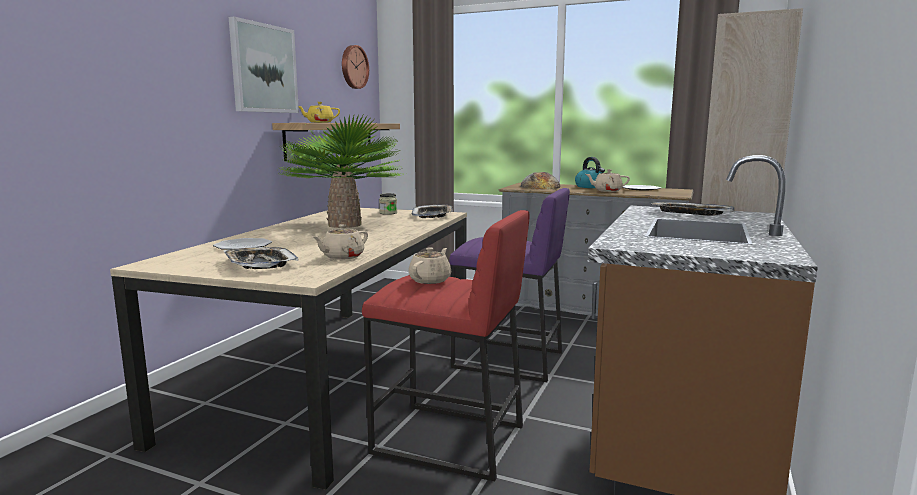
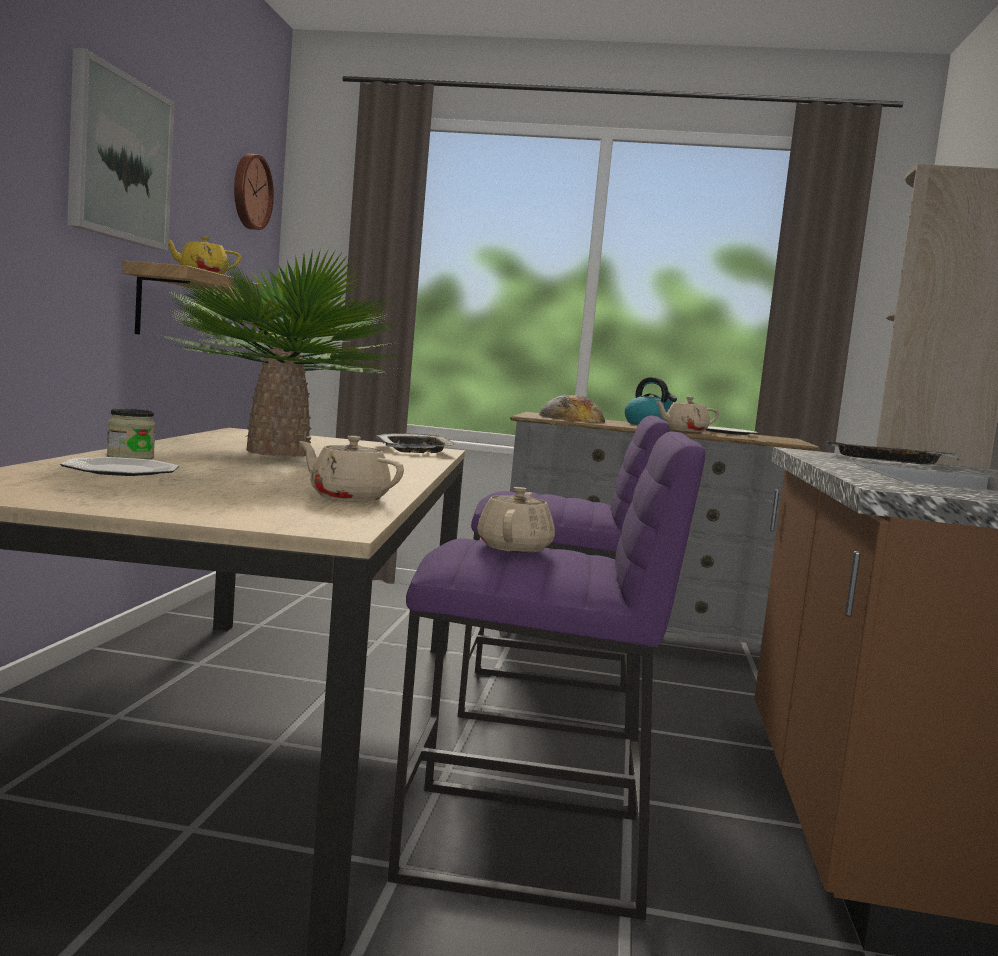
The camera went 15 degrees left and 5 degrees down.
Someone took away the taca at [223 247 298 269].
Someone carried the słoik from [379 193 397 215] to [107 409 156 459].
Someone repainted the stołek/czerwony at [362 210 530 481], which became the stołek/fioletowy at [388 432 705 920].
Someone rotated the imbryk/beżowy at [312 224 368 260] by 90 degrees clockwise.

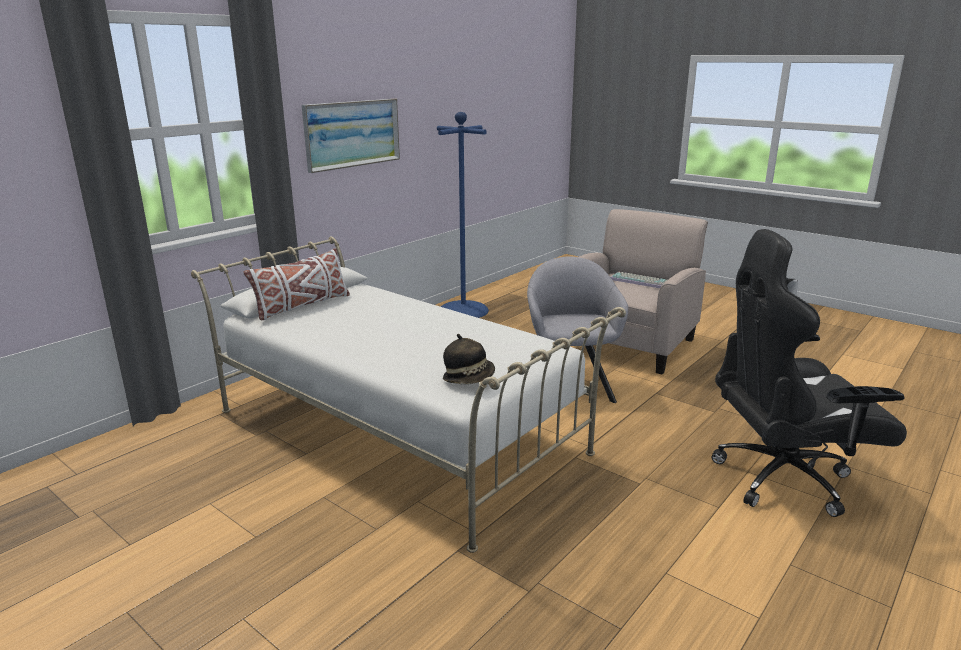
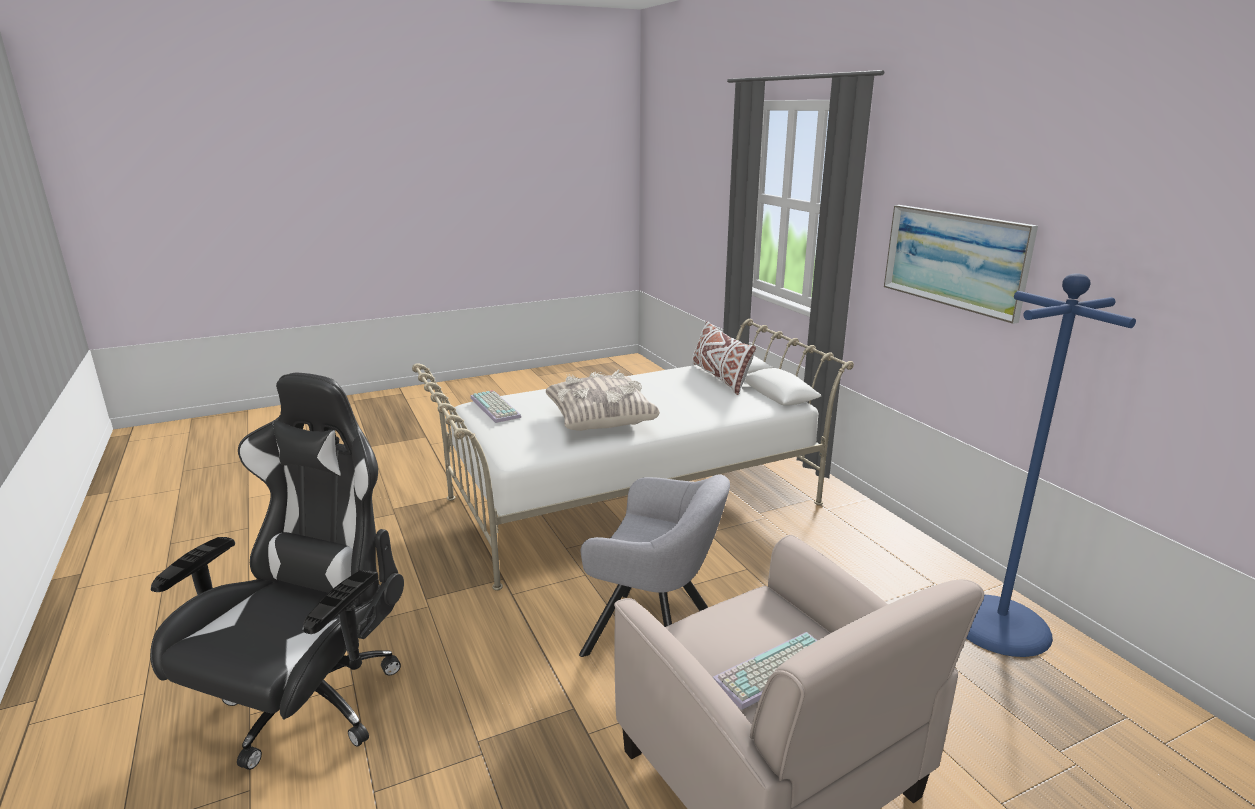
The camera went 115 degrees right and 0 degrees up.
Someone put down the poduszka/beżowy at [546 370 660 431].
Someone swapped the kapelusz at [443 334 495 385] for the klawiatura at [470 390 521 423].

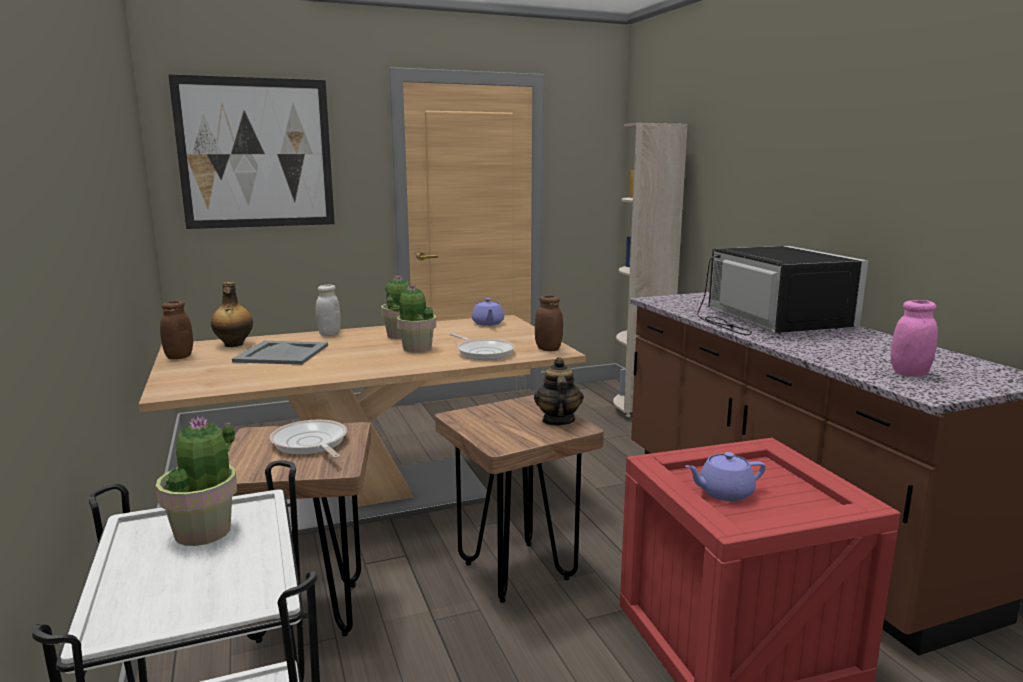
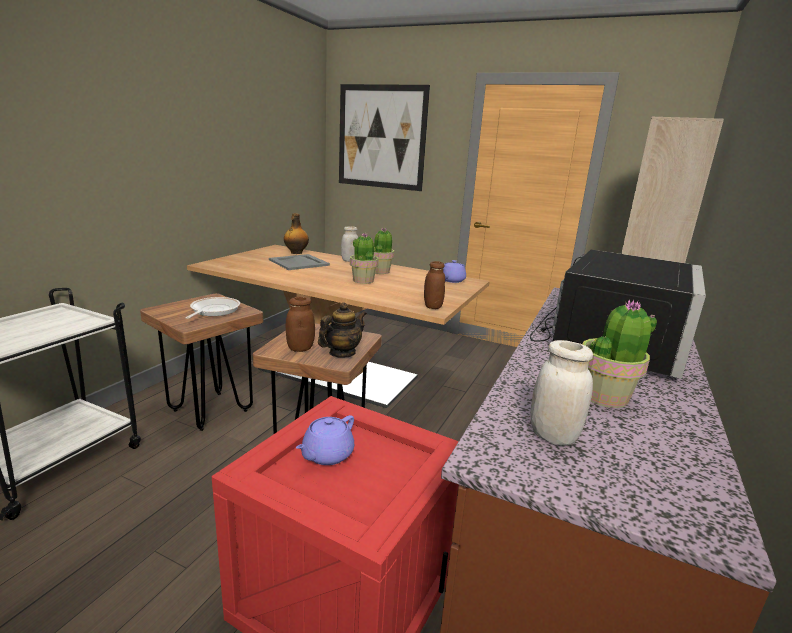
The camera went 45 degrees right and 5 degrees up.
Someone took away the patelnia at [449 333 515 360].
Someone carried the roślina doniczkowa from [156 416 237 546] to [582 299 657 408].
Someone carried the słoik/brązowy from [160 301 193 359] to [286 297 315 352].
Someone repainted the słoik/różowy at [891 300 938 377], which became the słoik/biały at [530 340 593 446].
Someone rotated the imbryk/fioletowy at [685 452 766 501] by 90 degrees counterclockwise.

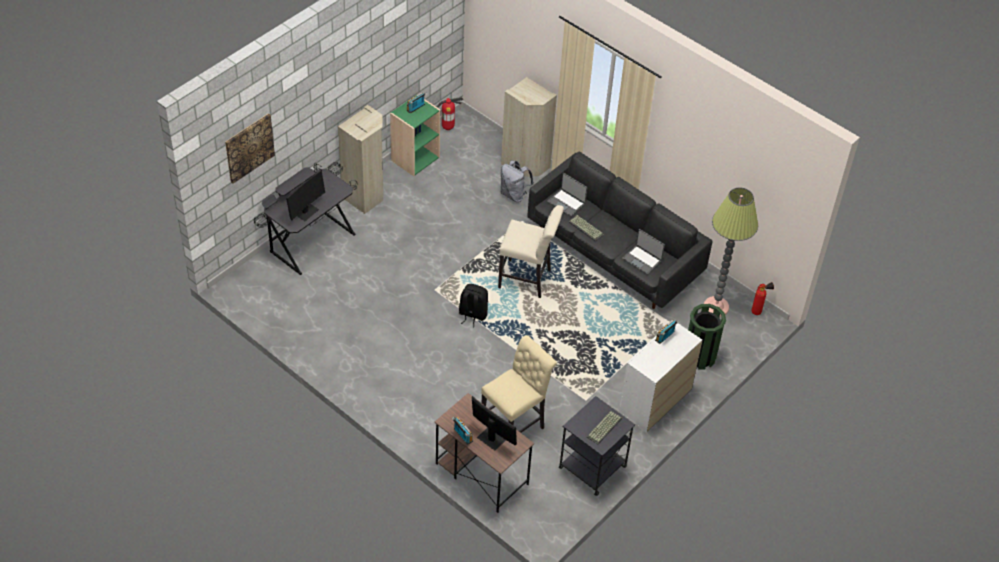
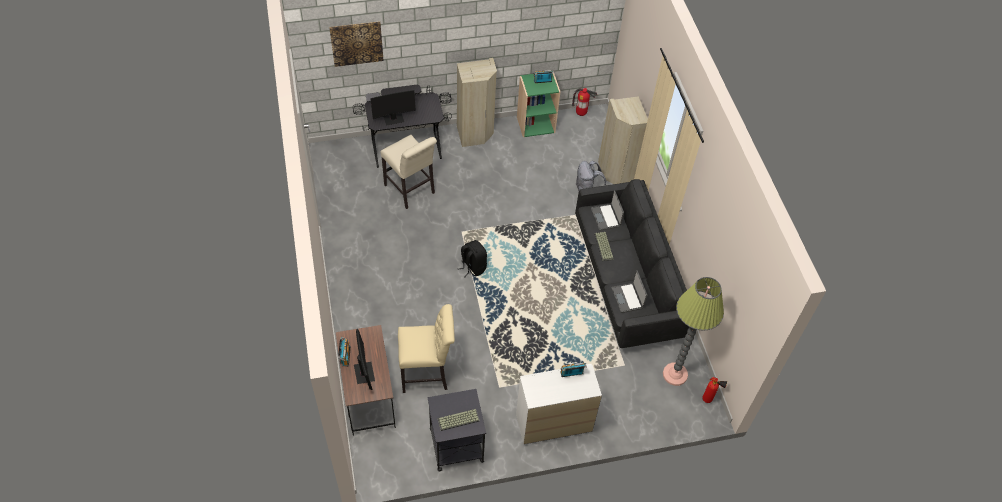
The camera went 35 degrees right and 5 degrees up.
Someone took away the kosz na śmieci/zielony at [688 304 726 370].
Someone carried the stołek/beżowy from [498 205 564 298] to [381 135 437 209].

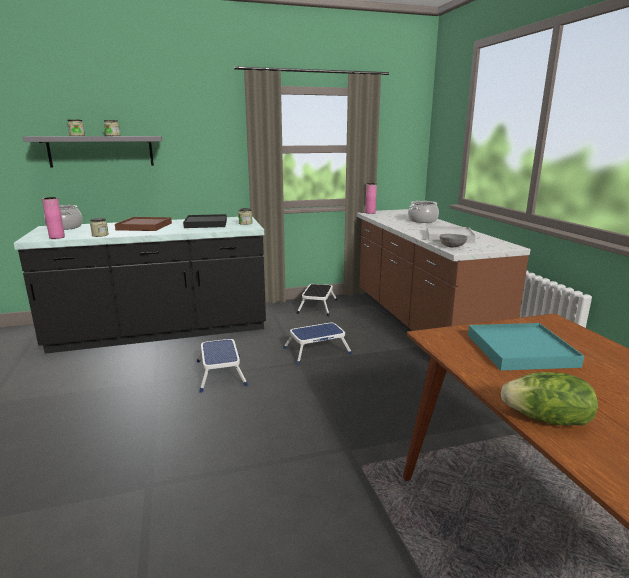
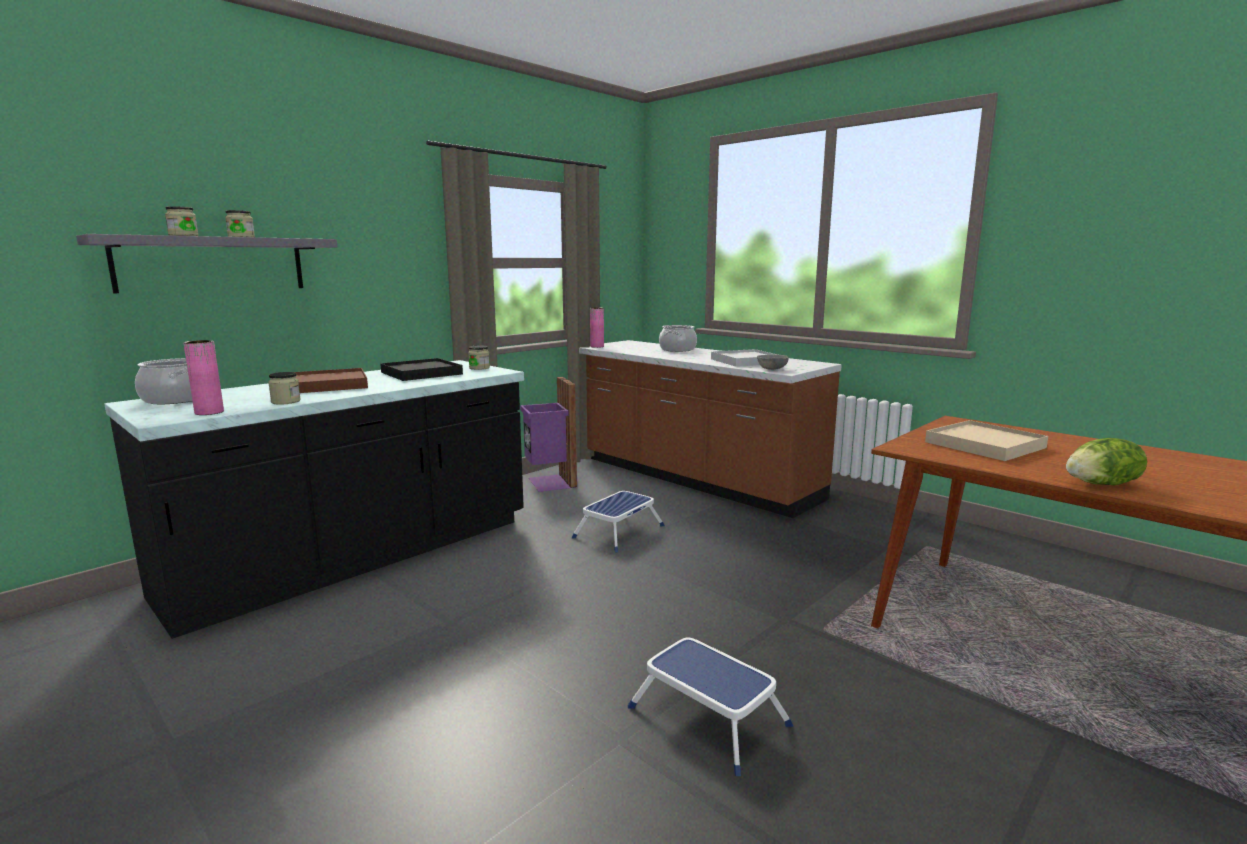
The camera went 30 degrees left and 5 degrees down.
Someone carried the drabinka/niebieski from [197 339 248 393] to [628 637 793 776].
Someone swapped the drabinka/czarny at [296 284 337 317] for the kosz na śmieci/fioletowy at [520 377 577 492].
Someone repainted the taca/turkusowy at [468 323 584 370], which became the taca/beżowy at [925 420 1048 461].

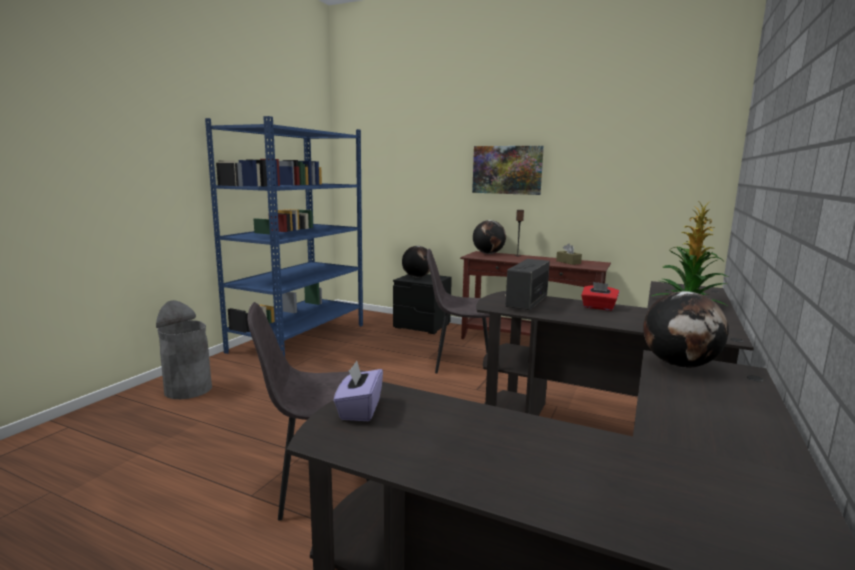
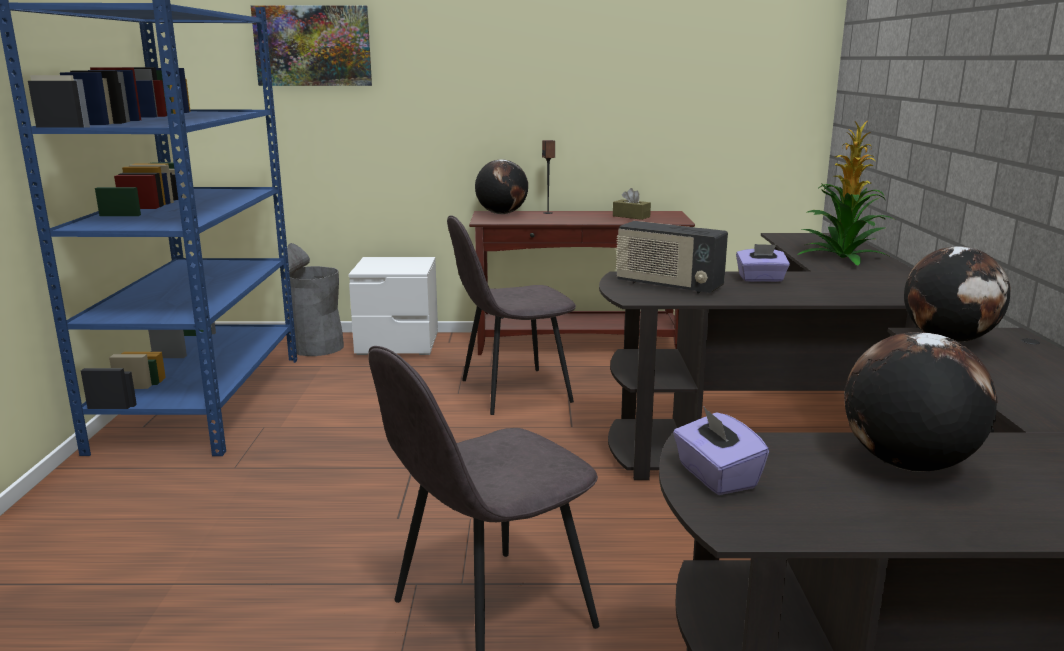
The camera went 25 degrees left and 5 degrees up.
Someone carried the kosz na śmieci/szary from [156 300 212 399] to [284 243 344 356].
Someone carried the globus from [402 246 430 277] to [844 332 998 472].
Someone carried the obraz from [472 146 544 195] to [251 6 372 86].
Someone repainted the szafka nocna/czarny at [393 274 452 334], which became the szafka nocna/biały at [348 257 438 355].
Someone repainted the pudełko chusteczek/czerwony at [581 282 619 311], which became the pudełko chusteczek/fioletowy at [736 244 790 282].
Someone rotated the radio at [505 259 550 310] by 60 degrees counterclockwise.

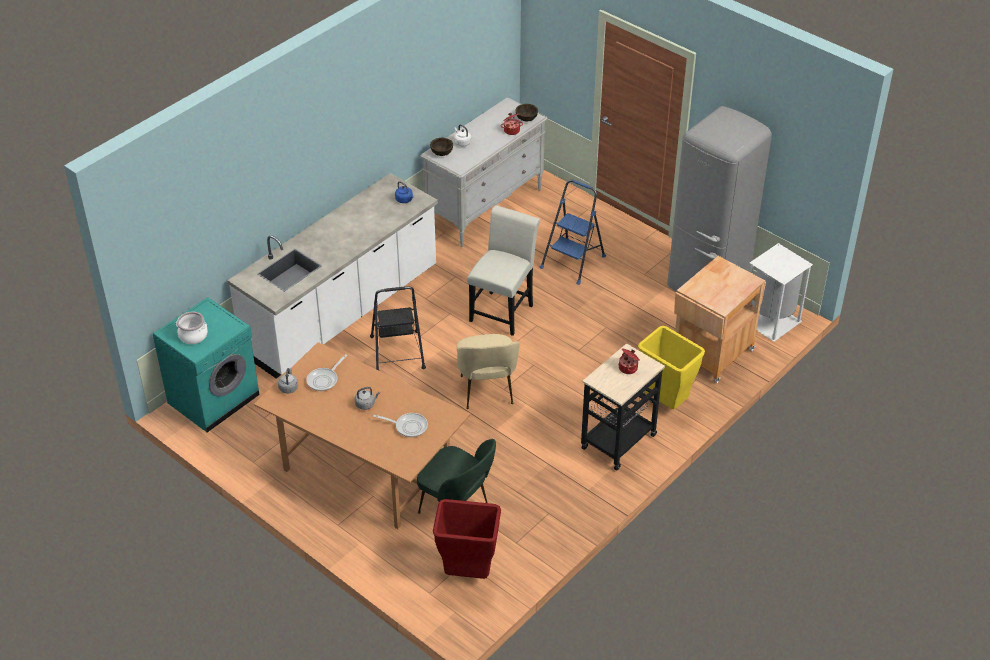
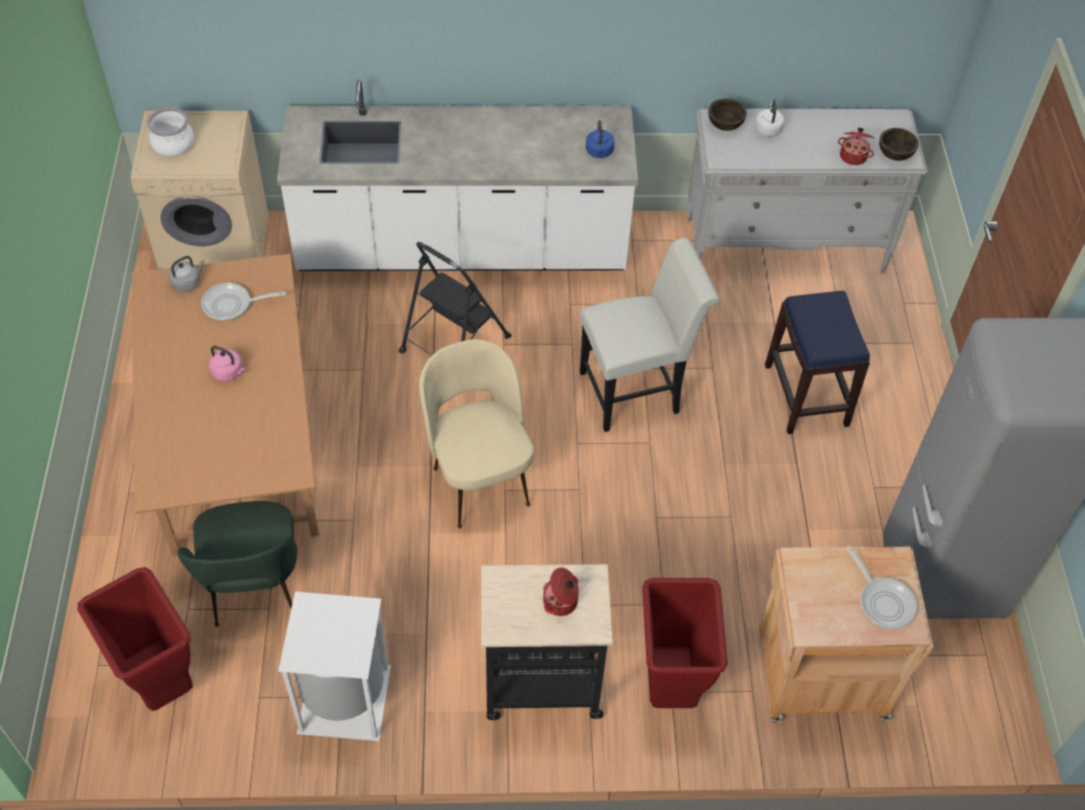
The camera went 45 degrees right and 10 degrees up.
Someone carried the patelnia from [373 413 428 437] to [846 546 917 629].
Someone carried the kosz na śmieci/biały from [746 243 813 342] to [278 592 391 741].
Someone swapped the drabinka/niebieski at [539 180 606 285] for the stołek at [765 291 870 434].
Someone repainted the pralka/turkusowy at [153 297 259 432], which became the pralka/beżowy at [130 111 268 269].
Someone repainted the czajnik/szary at [355 387 380 410], which became the czajnik/różowy at [209 346 246 381].
Someone repainted the kosz na śmieci/żółty at [638 326 705 409], which became the kosz na śmieci/czerwony at [642 578 728 708].
Someone rotated the krzesło/beżowy at [457 334 520 409] by 120 degrees clockwise.

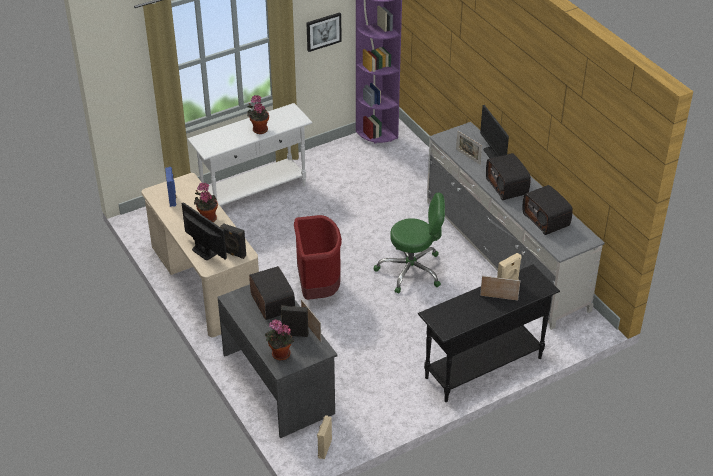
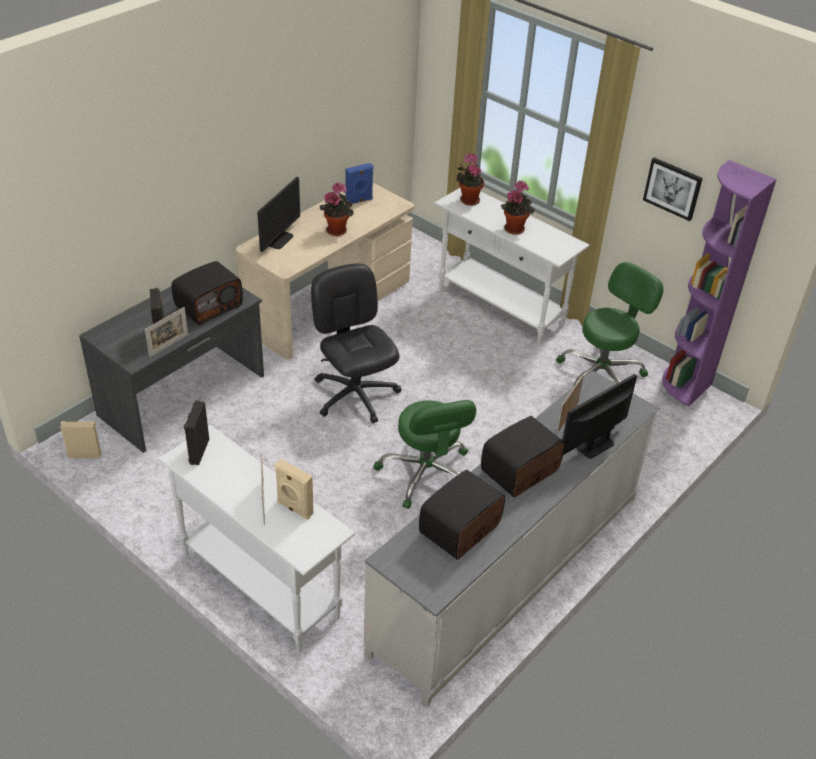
The camera went 70 degrees right and 0 degrees up.
Someone put down the krzesło biurowe/zielony at [556 262 664 385].
Someone carried the głośnik/czarny from [220 223 246 259] to [184 400 209 465].
Someone carried the roślina doniczkowa from [265 320 294 360] to [456 153 484 206].
Someone swapped the kosz na śmieci/czerwony at [294 215 342 300] for the krzesło biurowe/czarny at [311 263 402 423].
Someone repainted the stolik konsolowy/czarny at [418 264 560 402], which became the stolik konsolowy/biały at [158 425 356 653].

